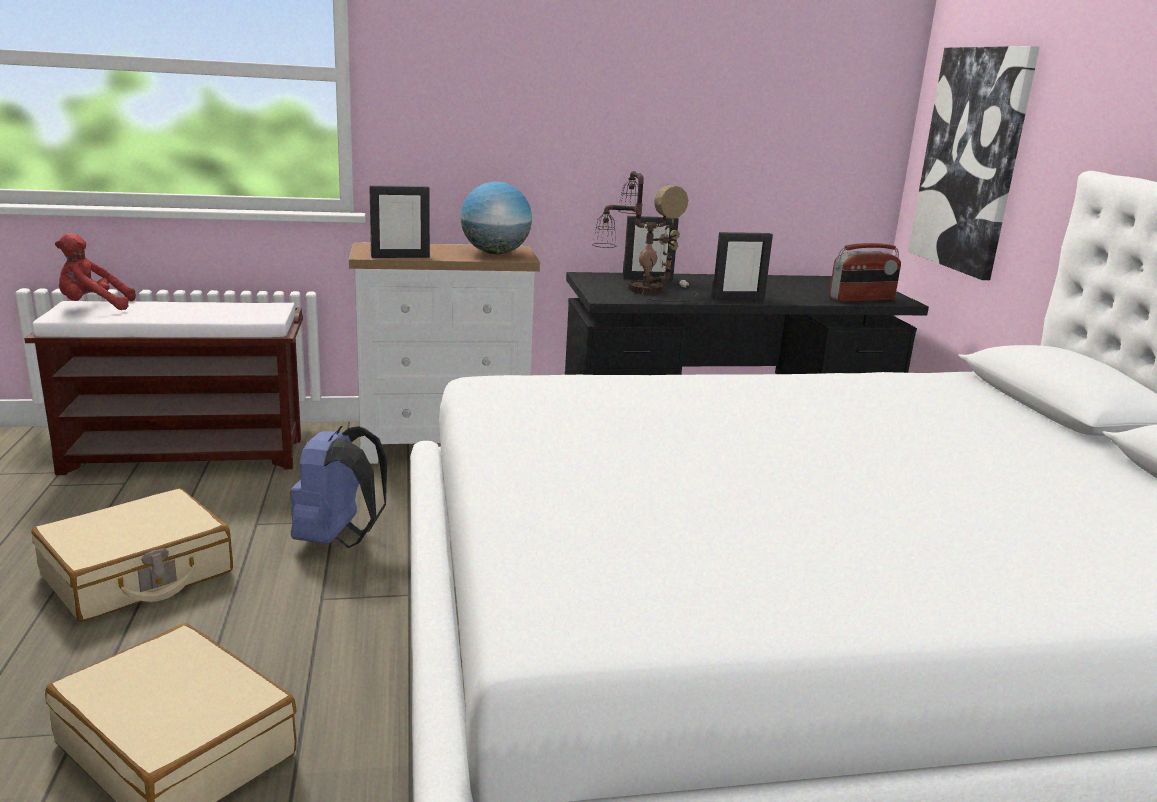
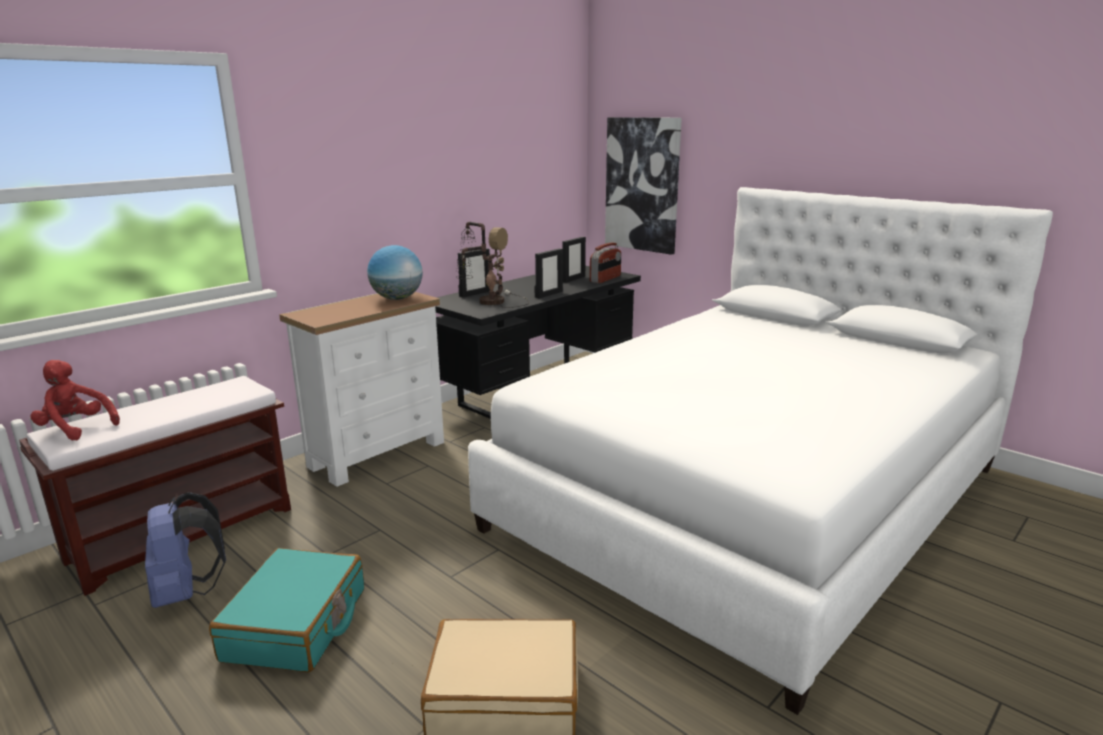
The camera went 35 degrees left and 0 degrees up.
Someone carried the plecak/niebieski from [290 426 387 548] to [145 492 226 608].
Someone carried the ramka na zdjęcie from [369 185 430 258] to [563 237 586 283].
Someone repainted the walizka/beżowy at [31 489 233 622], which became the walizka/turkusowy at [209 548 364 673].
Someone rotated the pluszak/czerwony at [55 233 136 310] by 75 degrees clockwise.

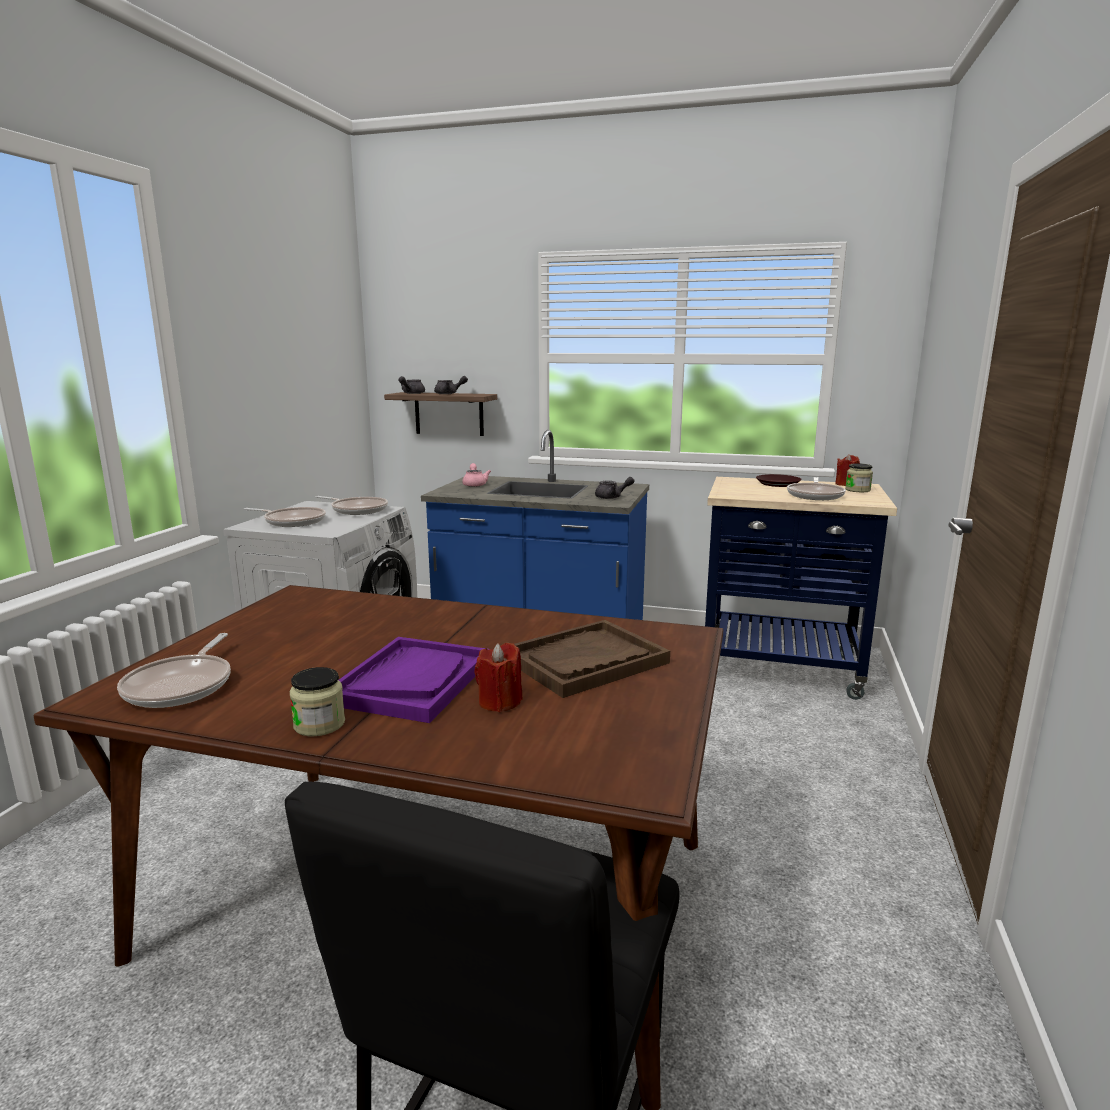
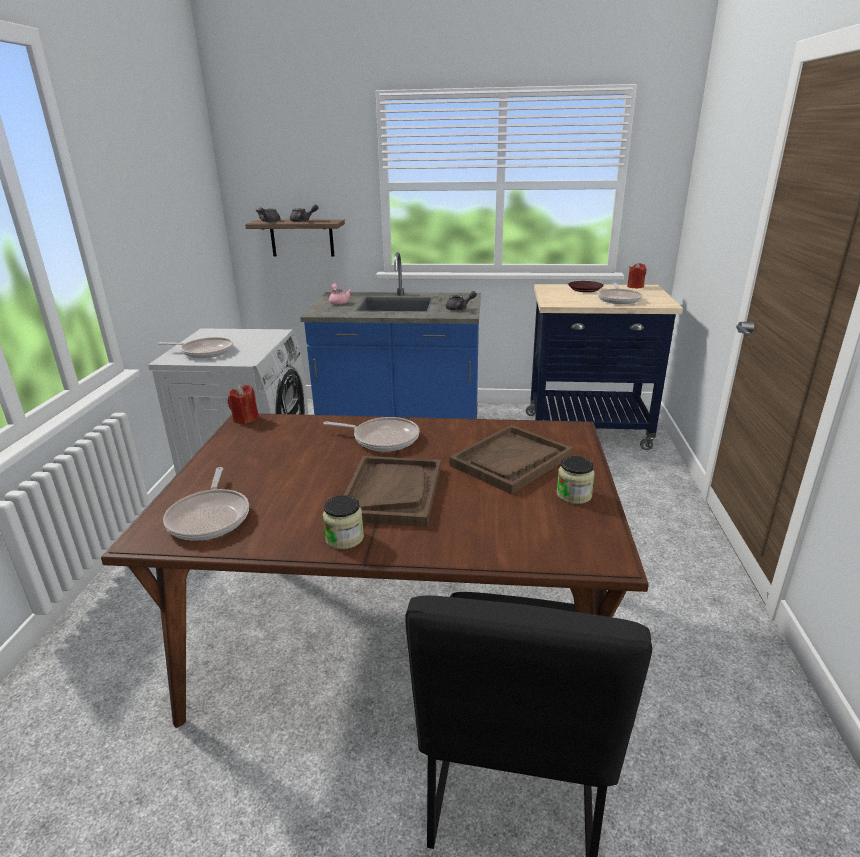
The camera went 10 degrees left and 10 degrees up.
Someone carried the patelnia from [315 496 388 515] to [323 417 419 452].
Someone carried the świeca/czerwony from [474 643 522 712] to [228 385 259 424].
Someone carried the słoik from [845 463 873 492] to [557 456 595 504].
Someone repainted the taca/fioletowy at [339 637 490 723], which became the taca/brązowy at [344 456 441 527].

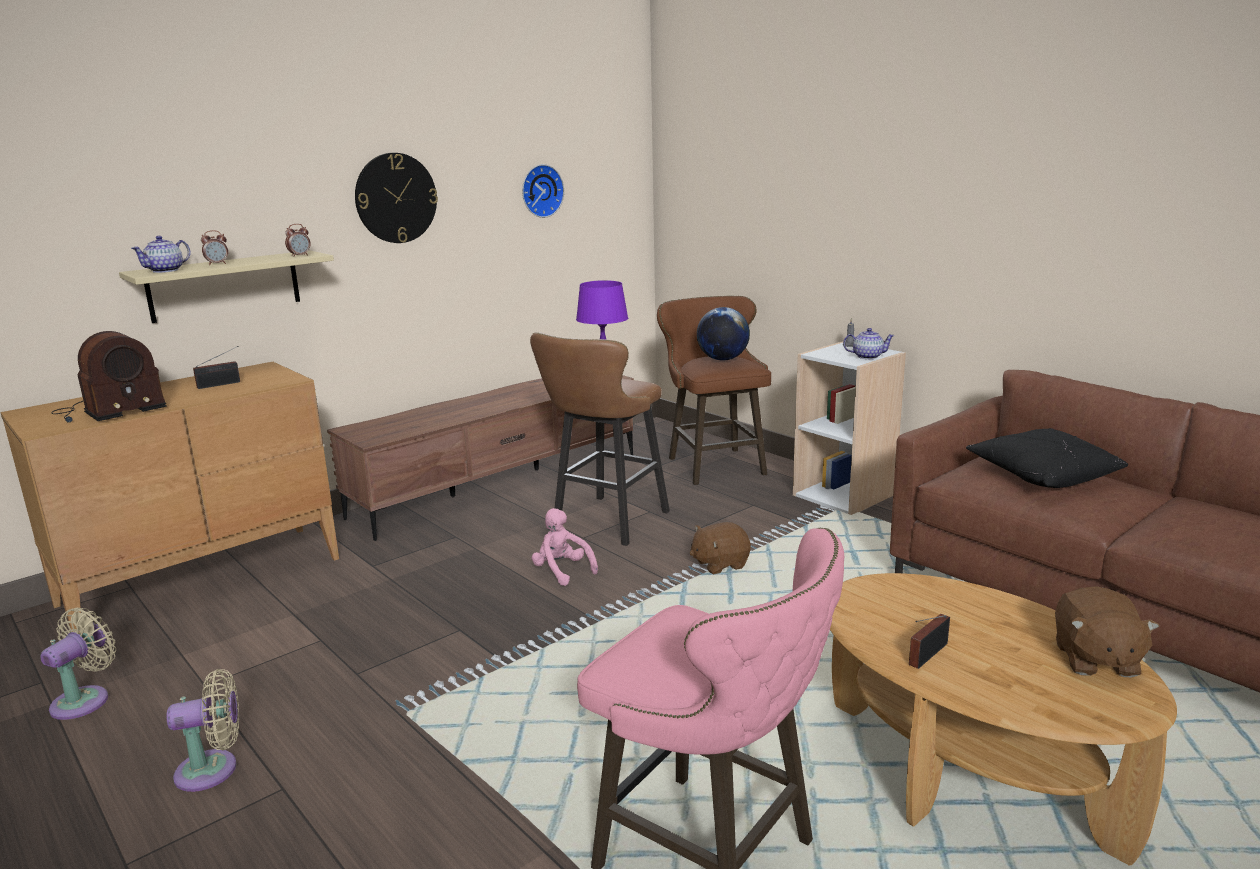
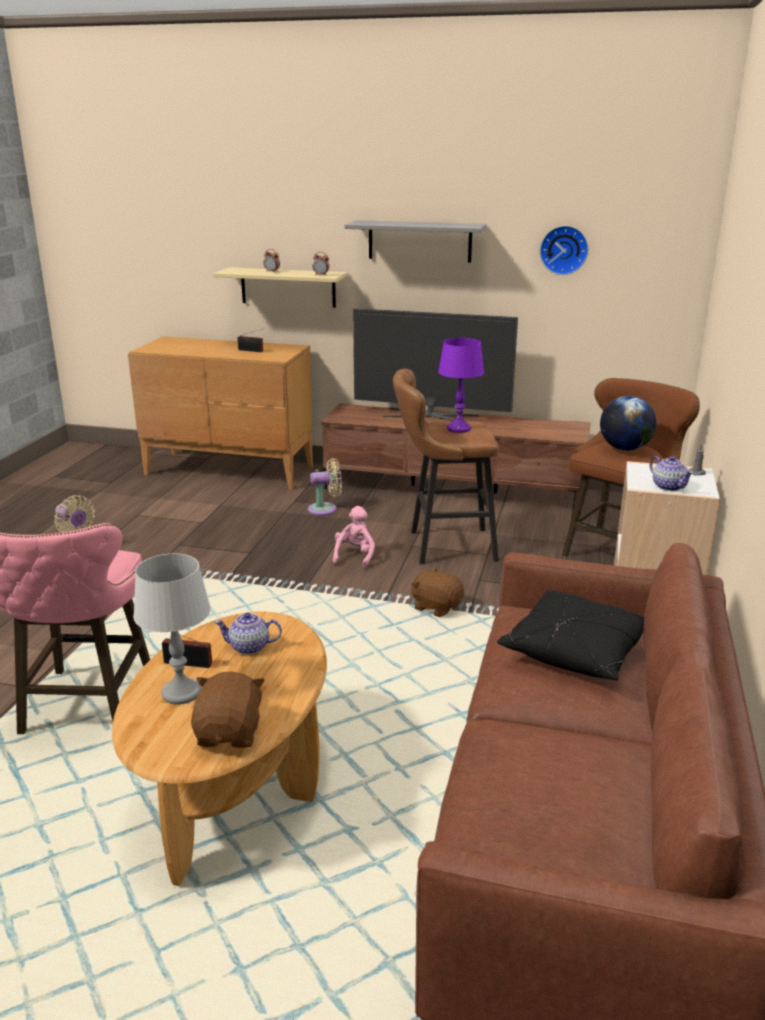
The camera went 55 degrees right and 5 degrees up.
Someone took away the radio at [51 331 167 423].
Someone put down the lampa stołowa/szary at [133 554 211 704].
Someone put down the telewizor at [353 308 518 422].
Someone carried the wentylator/beżowy from [40 608 116 720] to [308 458 342 516].
Someone carried the imbryk from [131 236 191 273] to [214 613 282 655].
Someone swapped the zegar ścienny at [355 153 438 243] for the półka/szary at [345 220 487 262].
Someone rotated the pluszak/brązowy at [1055 586 1159 677] by 120 degrees clockwise.

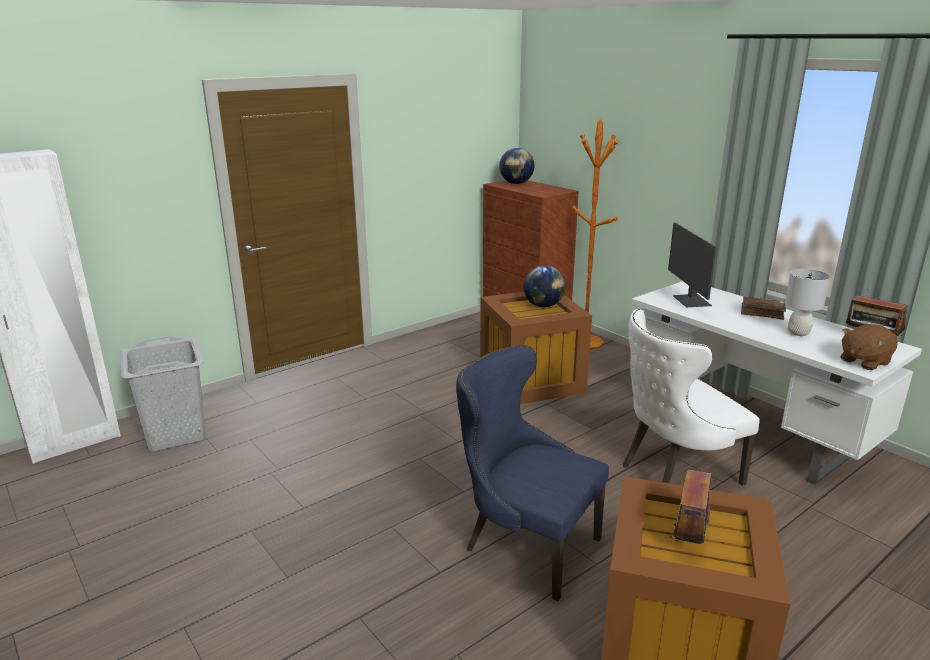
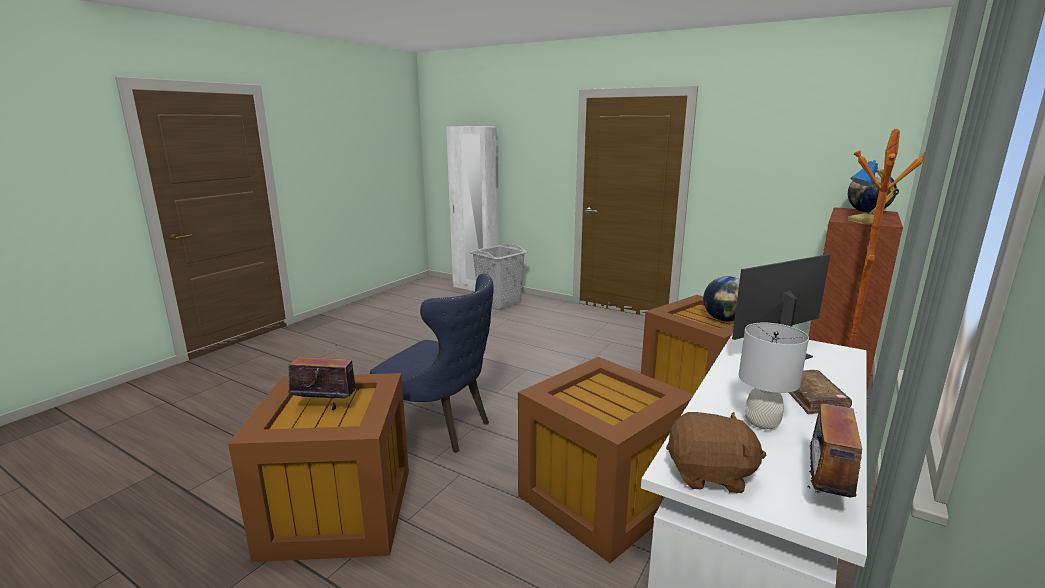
The camera went 70 degrees right and 5 degrees down.
Someone put down the lampa stołowa at [848 160 899 224].
Someone swapped the krzesło/biały at [623 309 760 486] for the pojemnik do przechowywania/brązowy at [518 357 694 563].
Someone rotated the krzesło/niebieski at [456 345 609 601] by 105 degrees clockwise.
Someone rotated the pluszak/brązowy at [841 324 898 370] by 150 degrees clockwise.

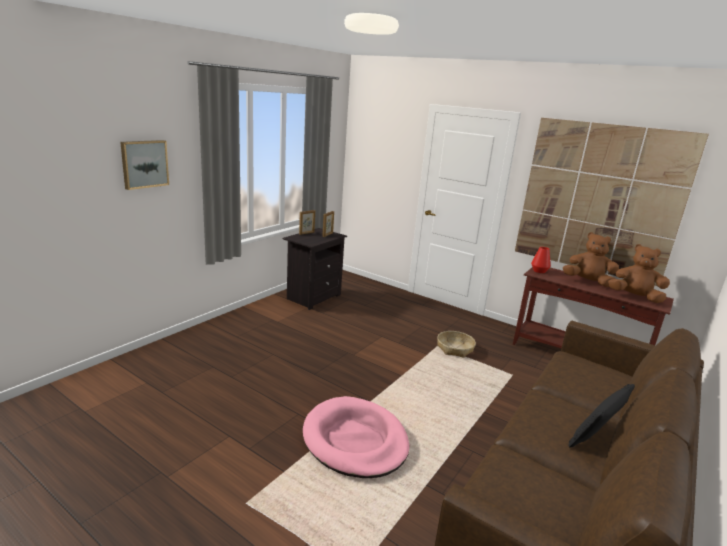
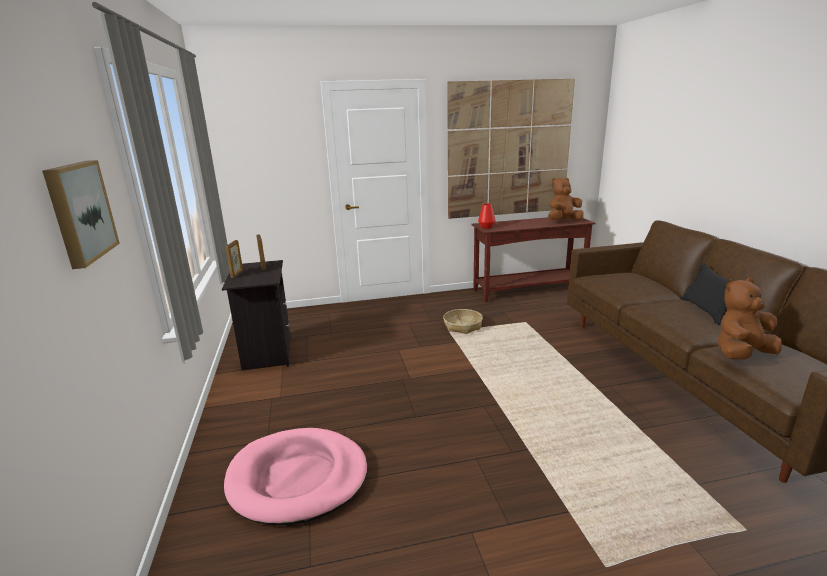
The camera went 45 degrees left and 0 degrees up.
Someone carried the legowisko/różowy from [303 396 409 478] to [224 428 367 525].
Someone carried the pluszak/brązowy from [563 232 619 287] to [717 278 782 359].

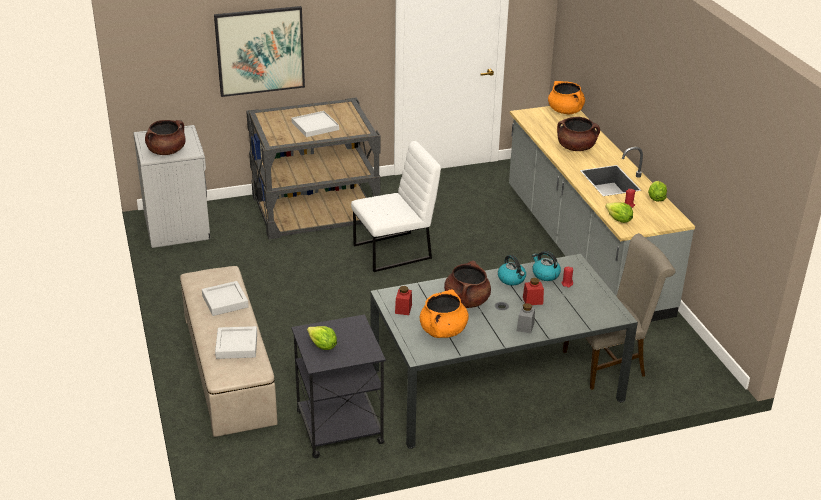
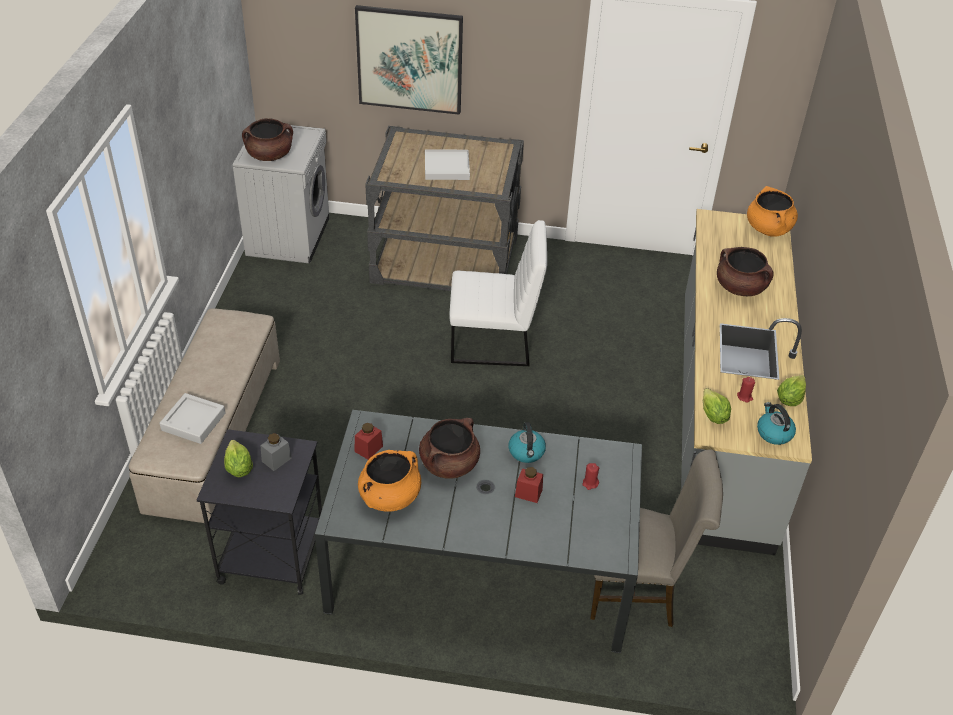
The camera went 25 degrees right and 10 degrees up.
Someone took away the taca/szary at [202 281 249 316].
Someone carried the słoik/szary from [517 303 535 334] to [260 433 292 471].
Someone carried the czajnik from [532 251 561 281] to [757 402 796 445].

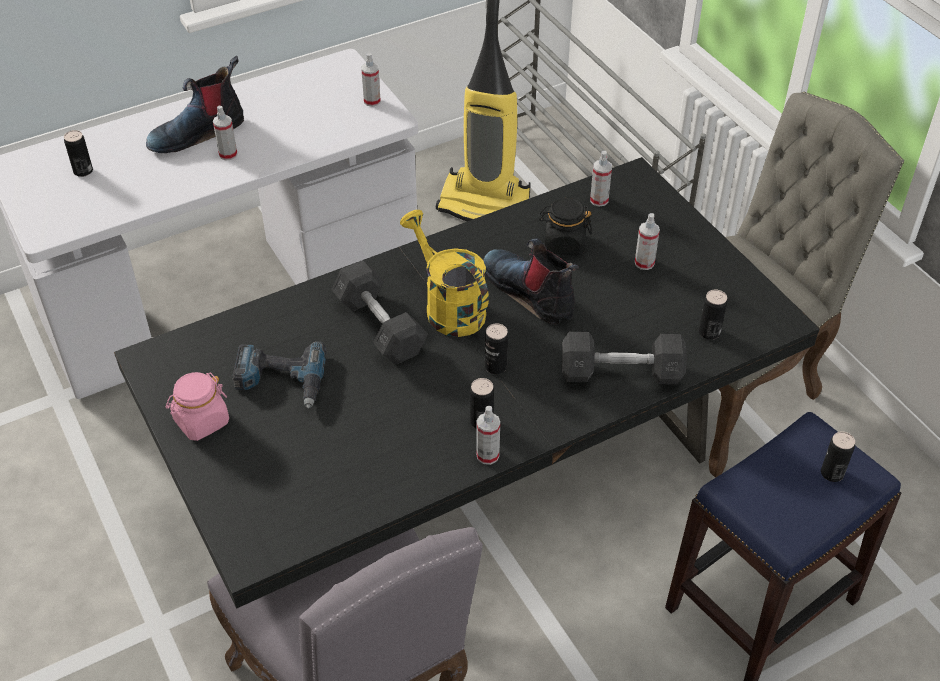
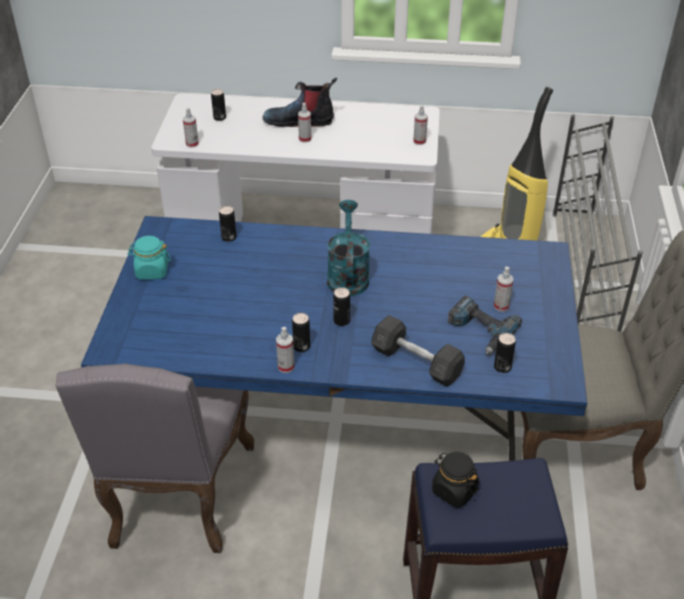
The camera went 35 degrees right and 5 degrees down.
Someone took away the hantel/szary at [331 260 428 365].
Someone took away the but z cholewką at [483 239 579 325].
Someone carried the wiertarka from [232 341 327 409] to [447 295 522 354].
Someone carried the słoik/czarny from [539 198 592 255] to [432 452 479 508].
Someone carried the spryskiwacz from [590 151 612 207] to [183 108 199 148].
Someone carried the puszka from [821 431 855 482] to [219 206 237 242].
Someone repainted the stół jadalny/czarny at [114 157 820 609], which became the stół jadalny/niebieski at [81 216 588 461].
Someone repainted the słoik/różowy at [165 372 229 441], which became the słoik/turkusowy at [128 236 171 279].
Someone repainted the konewka/żółty at [400 210 489 337], which became the konewka/turkusowy at [327 200 370 296].

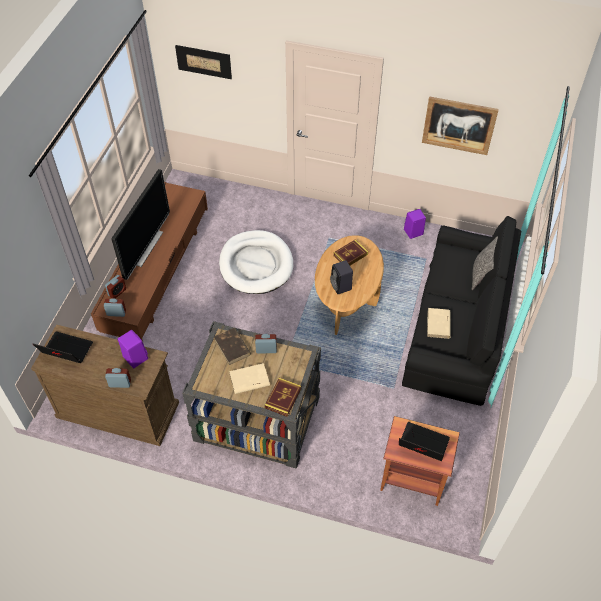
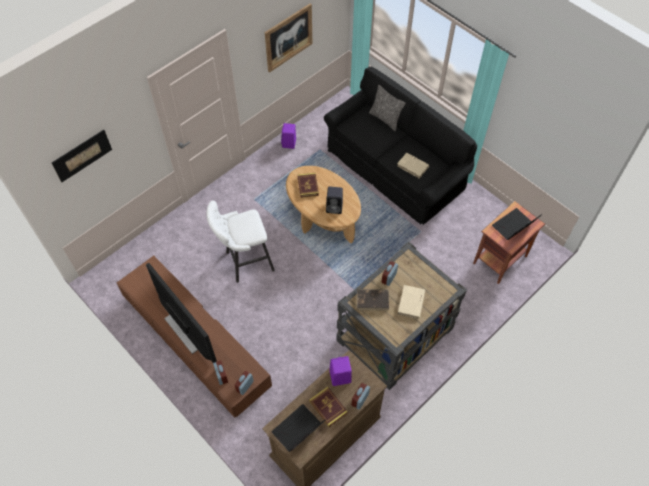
The camera went 60 degrees left and 5 degrees up.
Someone carried the książka from [265 378 301 417] to [309 387 348 427].
Someone swapped the legowisko/biały at [219 230 293 294] for the stołek/biały at [207 200 275 283].

